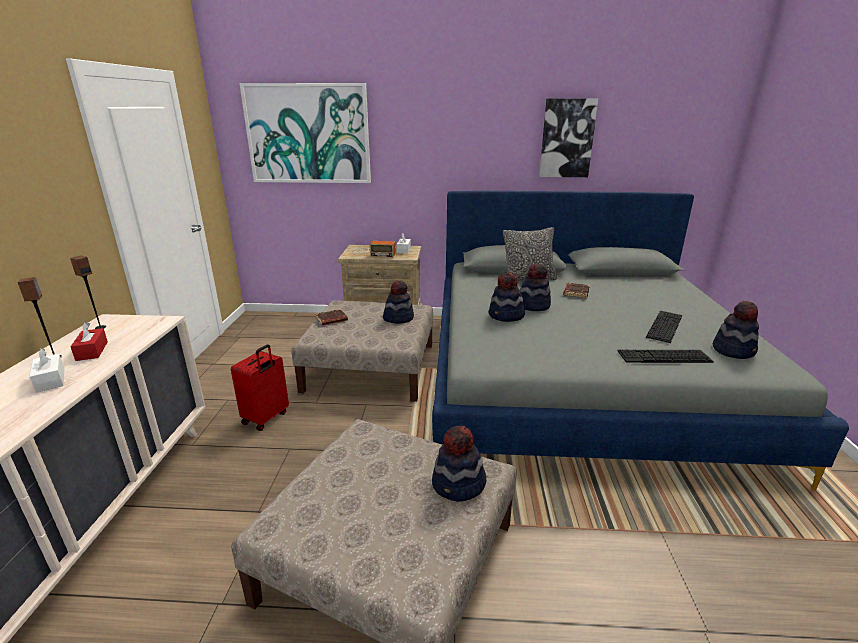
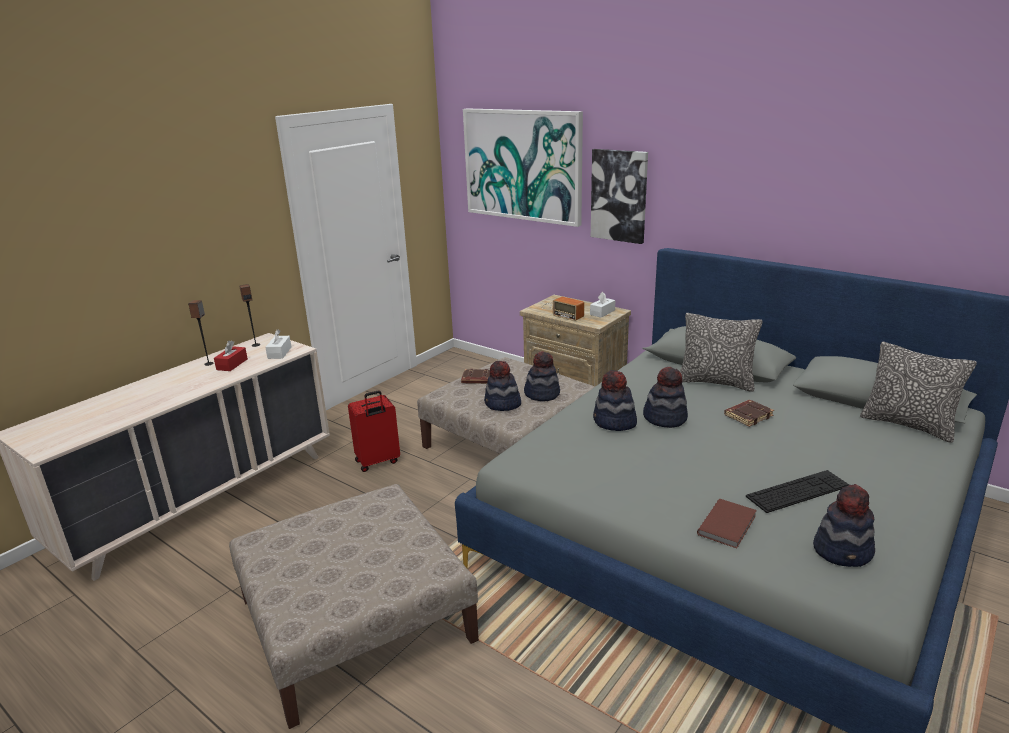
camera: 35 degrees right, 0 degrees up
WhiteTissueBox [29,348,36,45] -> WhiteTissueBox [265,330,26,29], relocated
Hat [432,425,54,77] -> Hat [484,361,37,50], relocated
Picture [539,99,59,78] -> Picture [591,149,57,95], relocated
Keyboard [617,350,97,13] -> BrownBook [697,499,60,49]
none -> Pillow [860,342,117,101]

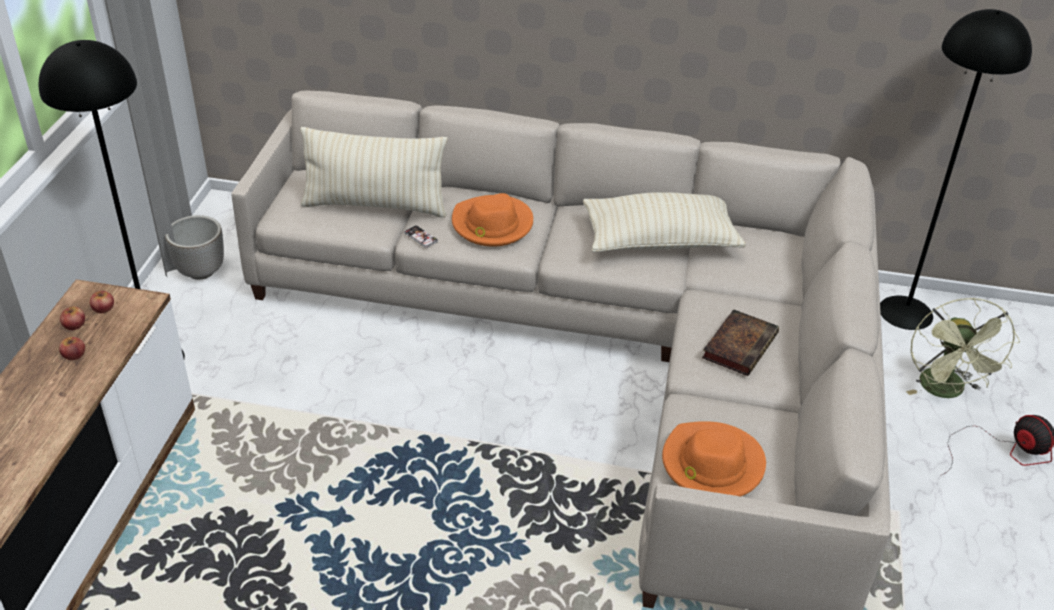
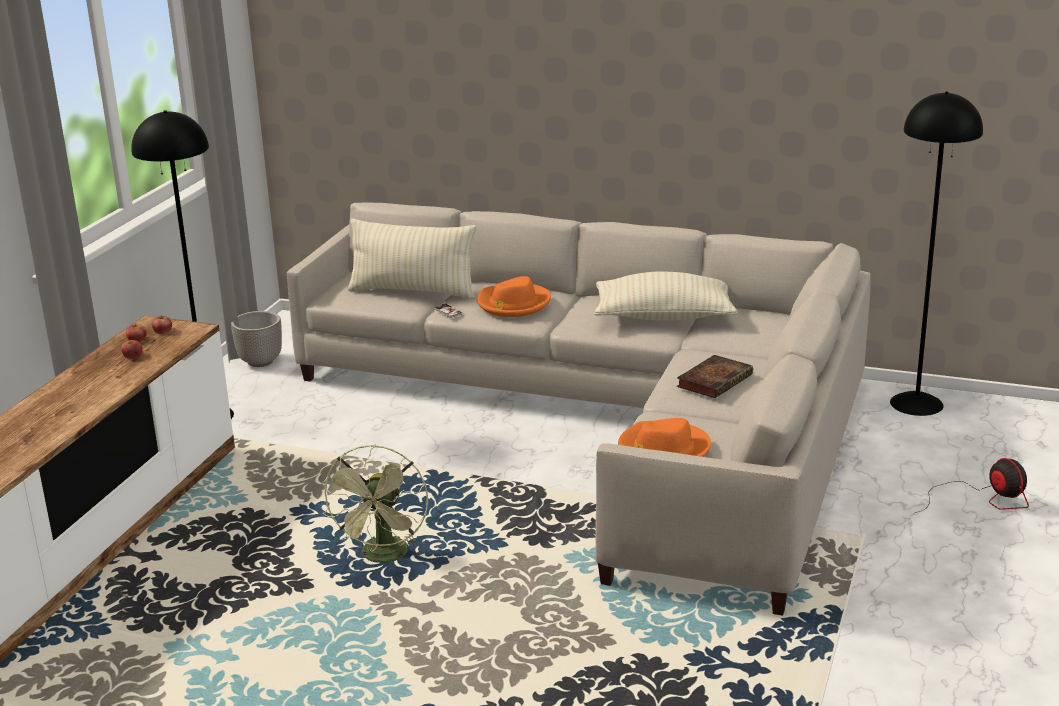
camera: 10 degrees right, 15 degrees down
GreenFan [906,298,114,100] -> GreenFan [322,444,106,119], relocated

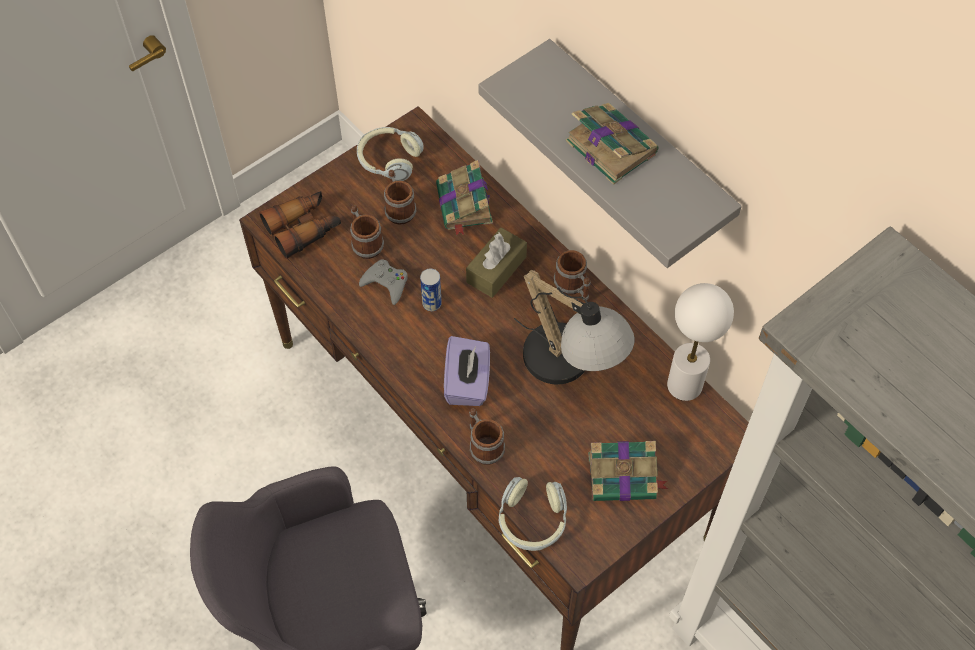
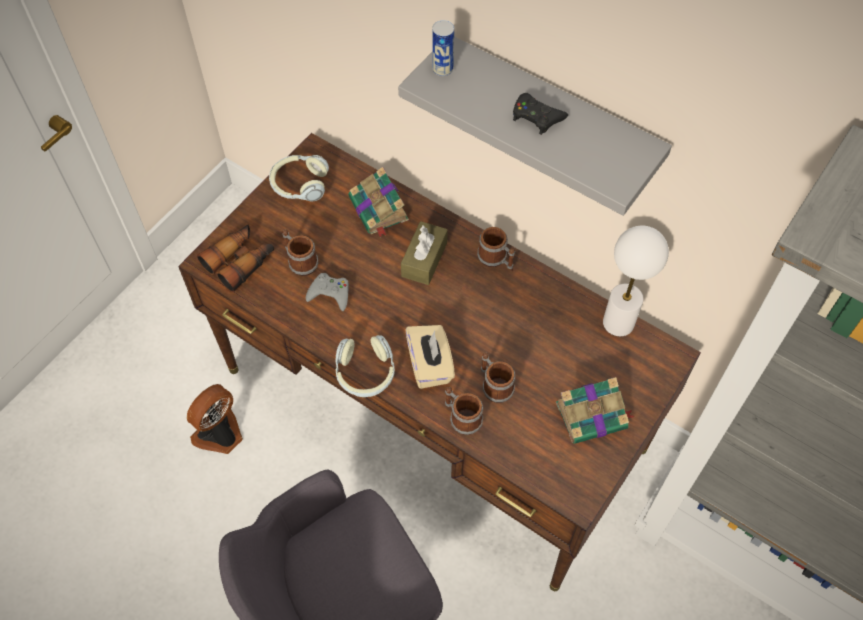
camera: 15 degrees left, 0 degrees up
none -> Fan [187,384,56,70]
Headphones [499,477,68,74] -> Headphones [335,335,60,62], relocated
PurpleTissueBox [444,336,46,70] -> BeigeTissueBox [405,325,50,64]
Can [420,268,22,43] -> Can [432,20,22,56], relocated
Mug [384,170,32,55] -> Mug [481,352,34,51], relocated
Book [566,103,93,82] -> BlackGameController [513,93,55,42]
TableLamp [514,270,121,115] -> none

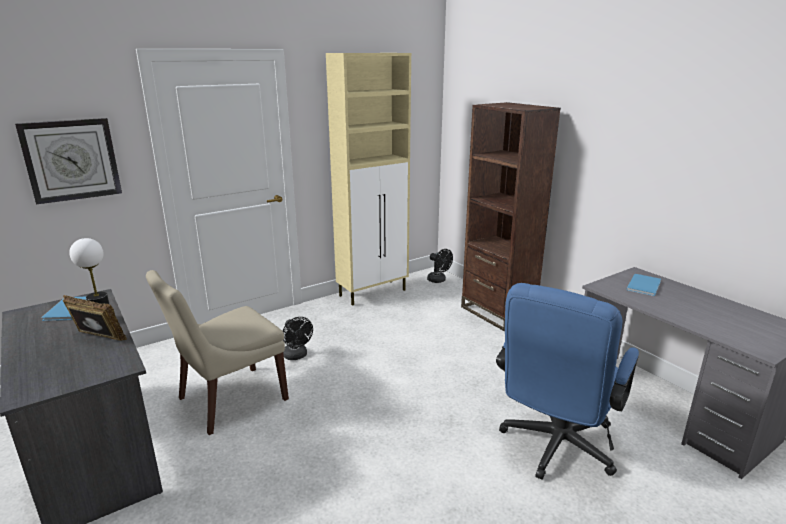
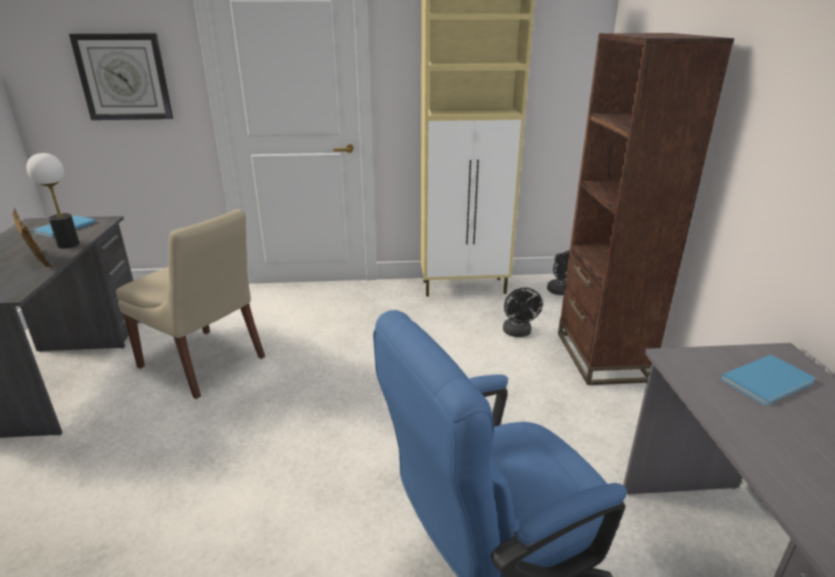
camera: 30 degrees right, 5 degrees up
BeigeChair [146,270,143,165] -> BeigeChair [116,209,149,190], 135 degrees counterclockwise
BlackFan [283,317,30,43] -> BlackFan [503,287,40,50], relocated

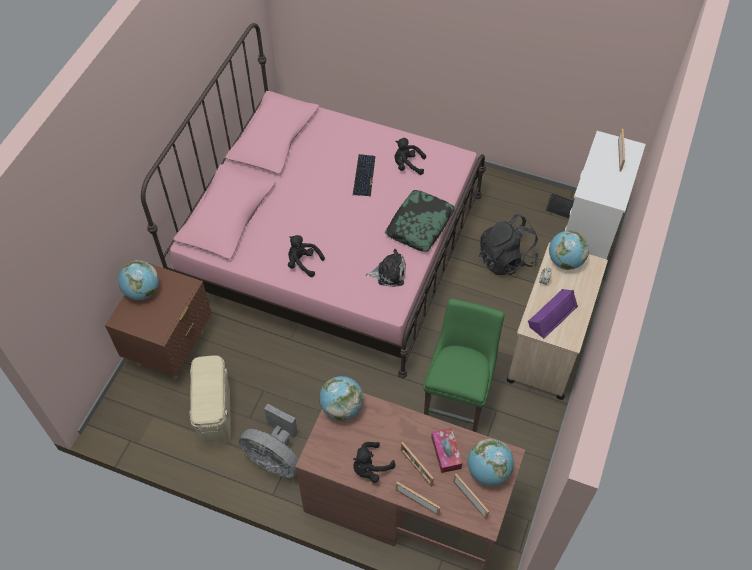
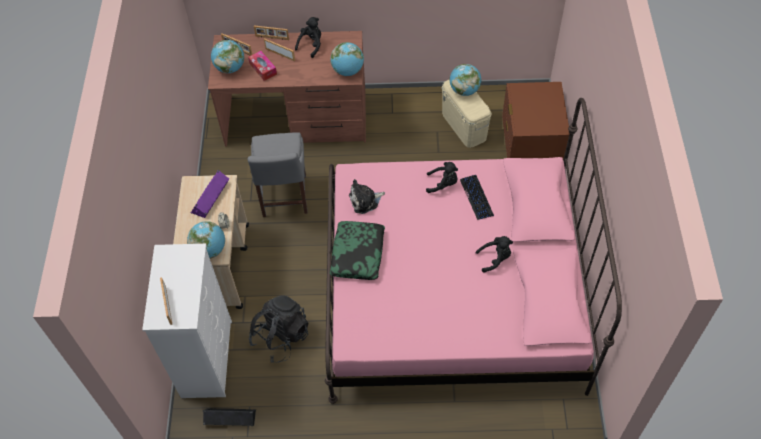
camera: 160 degrees right, 0 degrees up
GreenChair [424,299,80,133] -> GreyChair [248,132,60,85]
Globe [118,260,41,40] -> Globe [450,64,31,32], relocated
Keyboard [353,154,22,43] -> Keyboard [460,175,34,45], relocated
BlackPlushToy [394,138,32,37] -> BlackPlushToy [476,236,37,37], relocated
GreyFan [239,404,59,74] -> none

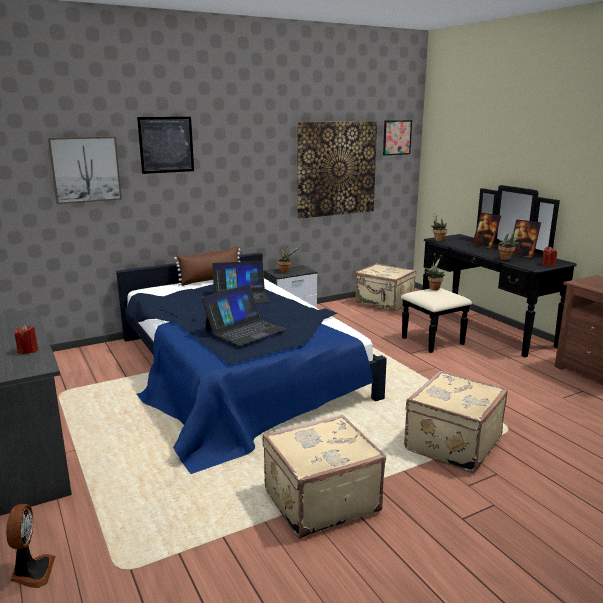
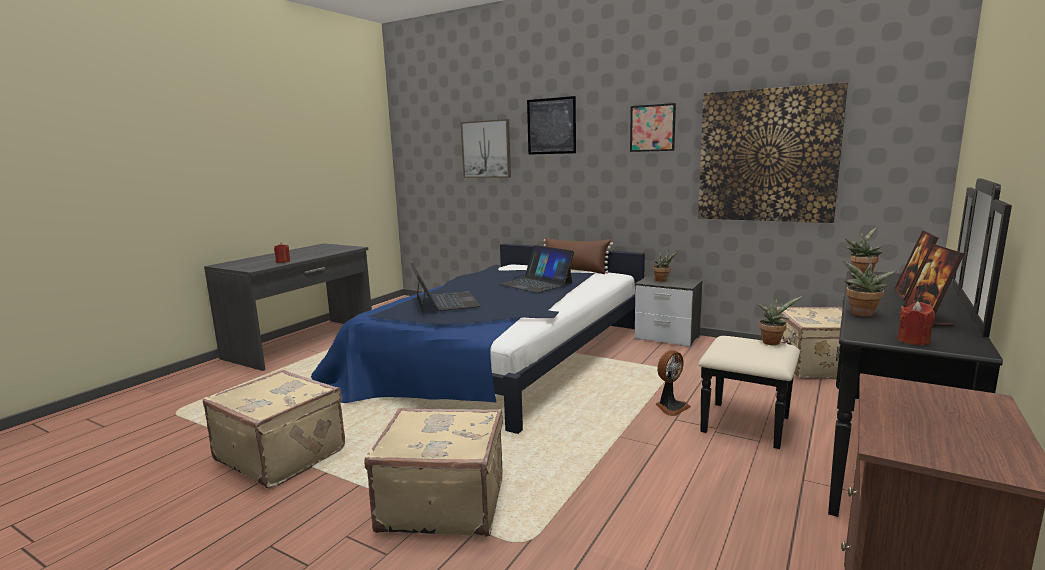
camera: 60 degrees right, 5 degrees down
Laptop [202,284,84,62] -> Laptop [410,263,71,49], 120 degrees counterclockwise
Picture [383,120,29,35] -> Picture [630,103,46,49], relocated
Fan [6,504,49,84] -> Fan [656,350,35,66], relocated

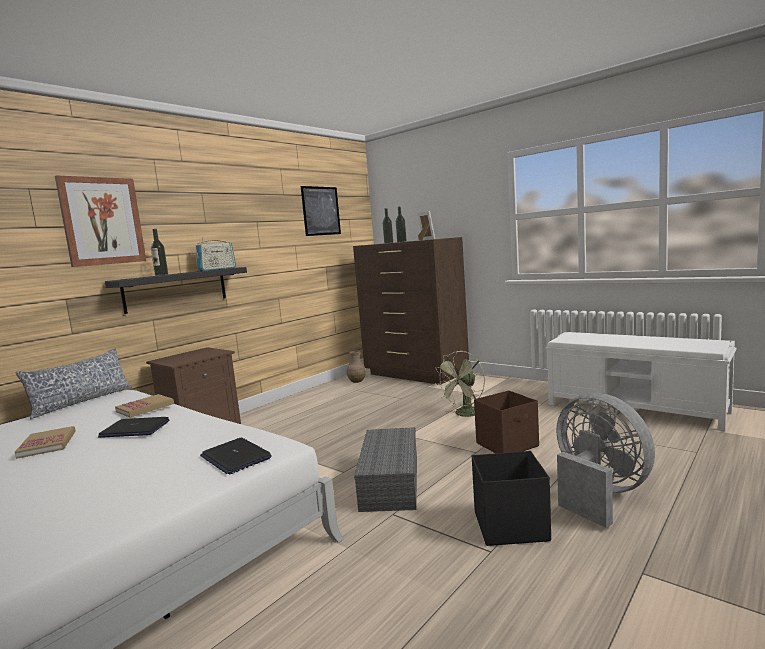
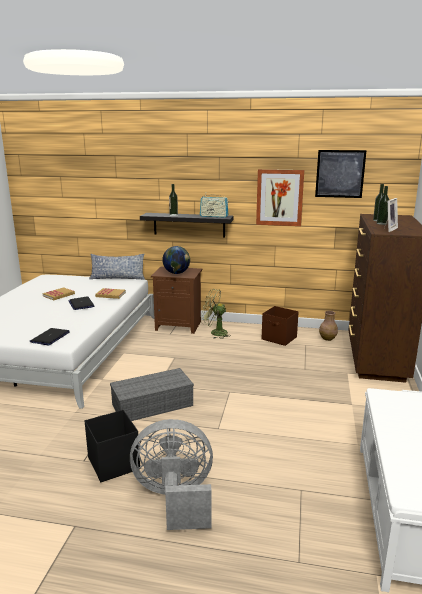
camera: 60 degrees right, 10 degrees up
GreyFan [556,393,99,135] -> GreyFan [130,419,83,111], 120 degrees counterclockwise
none -> Globe [162,246,28,28]
GreenFan [434,351,51,66] -> GreenFan [201,289,30,50], relocated
Picture [55,176,91,91] -> Picture [256,169,48,57], relocated
BrownStorageBox [474,390,65,63] -> BrownStorageBox [262,306,37,40], relocated

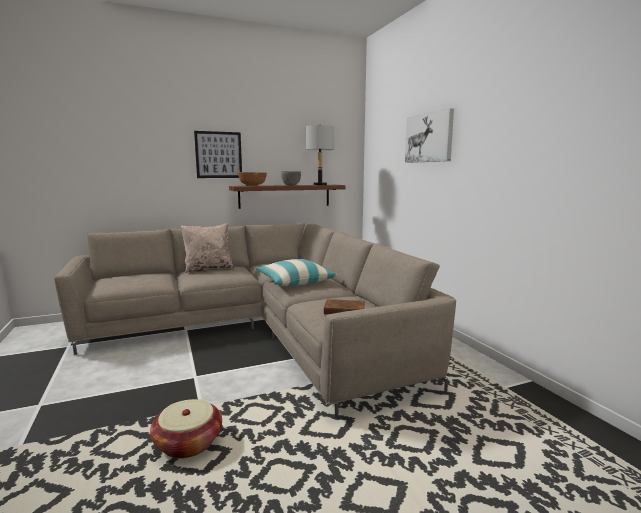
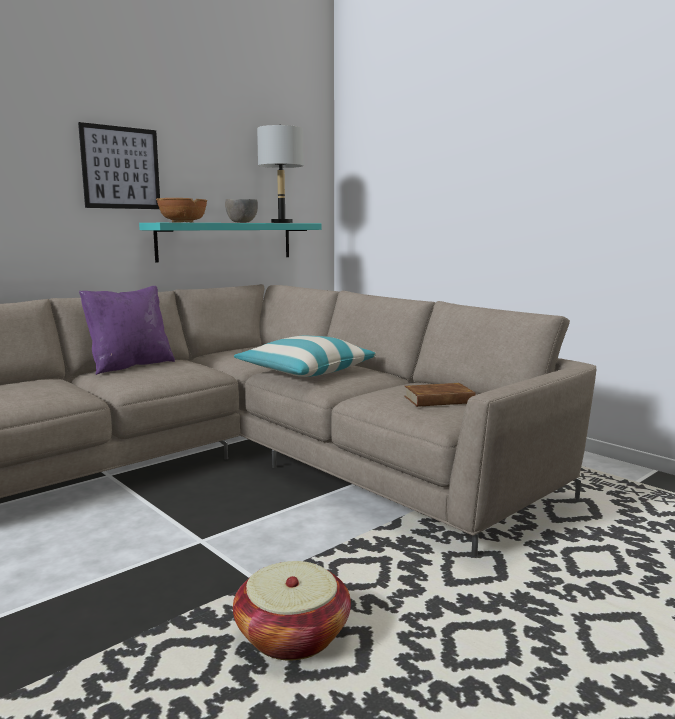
camera: 20 degrees left, 0 degrees up
BeigePillow [181,223,53,50] -> PurplePillow [79,286,96,89]
BrownShelf [229,185,117,24] -> TurquoiseShelf [139,223,183,40]
Picture [405,108,49,55] -> none

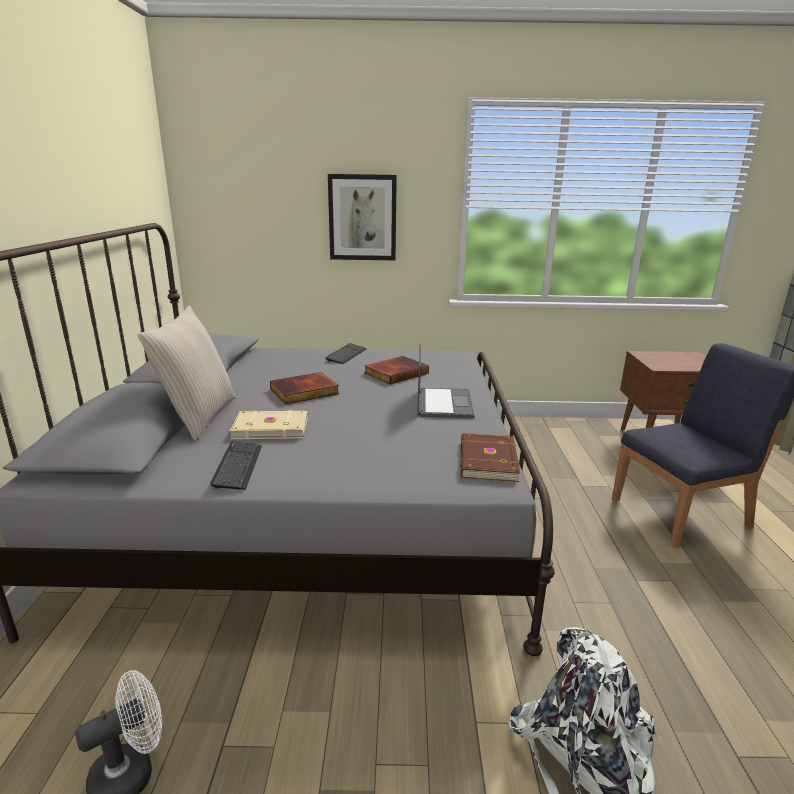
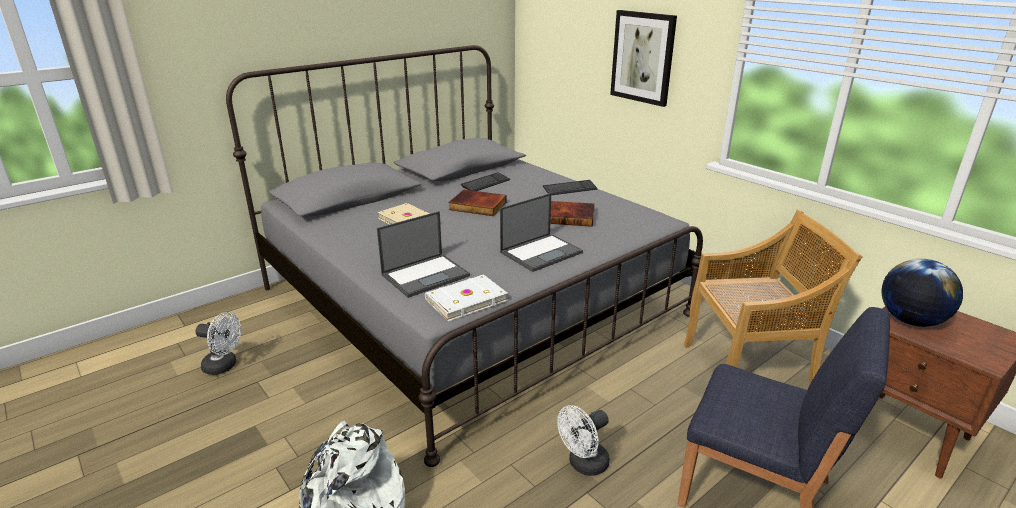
camera: 50 degrees right, 5 degrees up
none -> Laptop [377,211,93,87]
BrownBook [460,433,60,49] -> WhiteBook [425,274,83,47]
Keyboard [210,442,52,48] -> Keyboard [461,172,50,19], relocated
none -> WhiteFan [557,405,53,71]
none -> BeigeChair [684,209,179,177]
none -> Globe [881,259,82,68]
BeigePillow [137,306,99,135] -> none

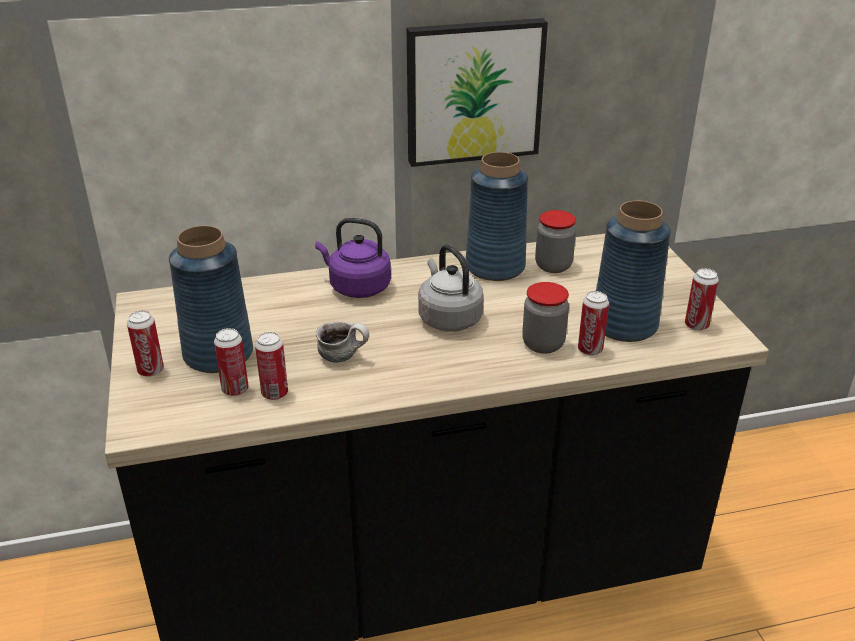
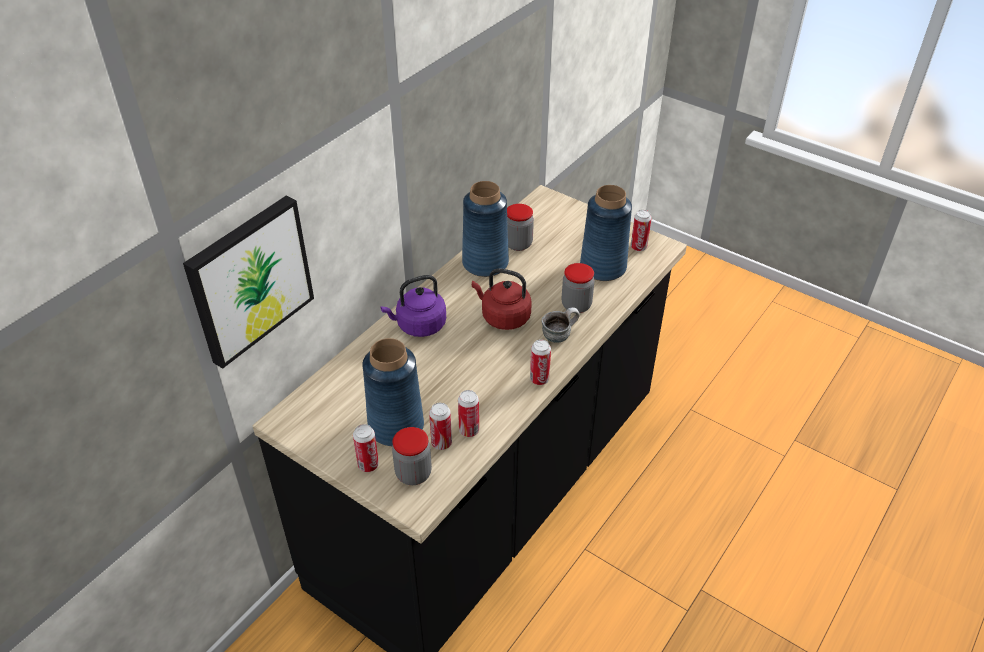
camera: 40 degrees left, 10 degrees up
Picture [407,18,141,149] -> Picture [183,196,131,173], relocated
none -> Jar [392,427,40,58]
GreyKettle [418,244,66,88] -> RedKettle [472,268,60,62]
Can [578,291,31,65] -> Can [530,339,21,46], relocated
Mug [316,322,53,41] -> Mug [542,307,38,35], relocated

